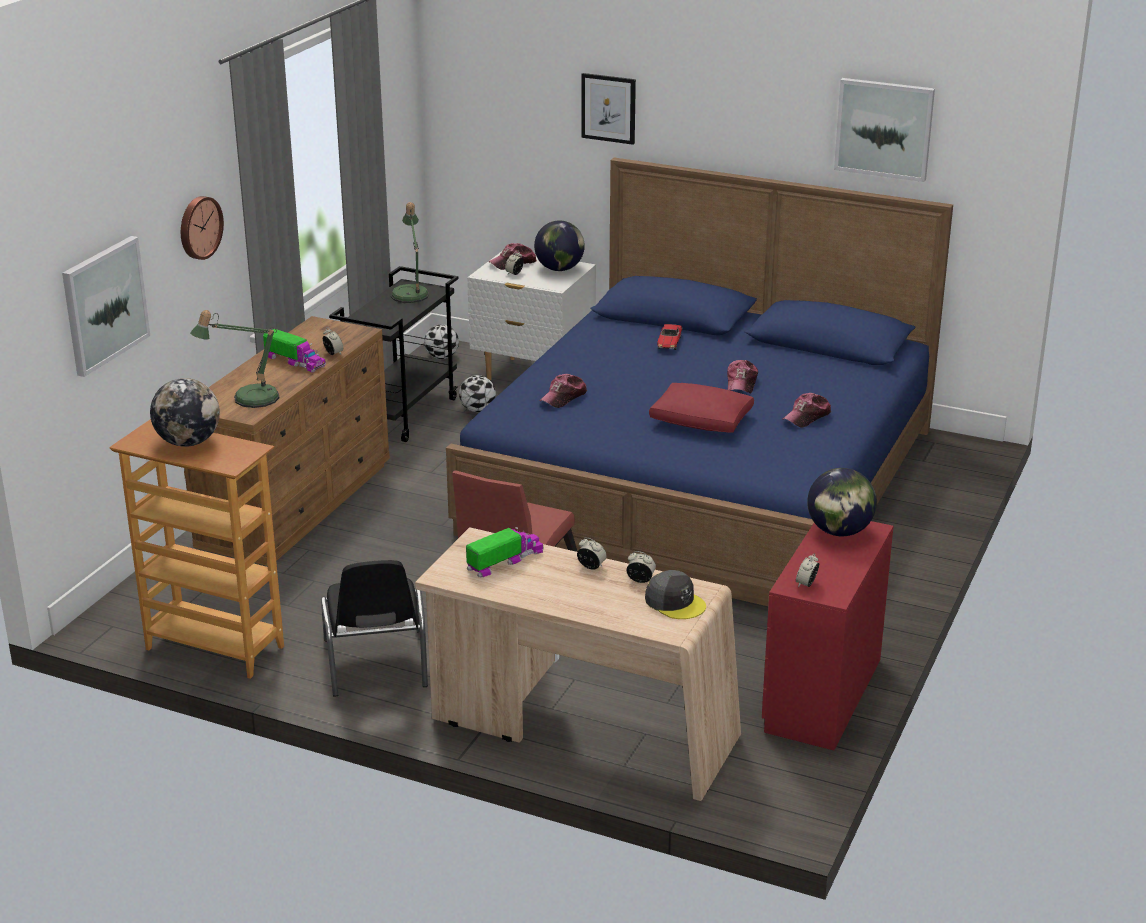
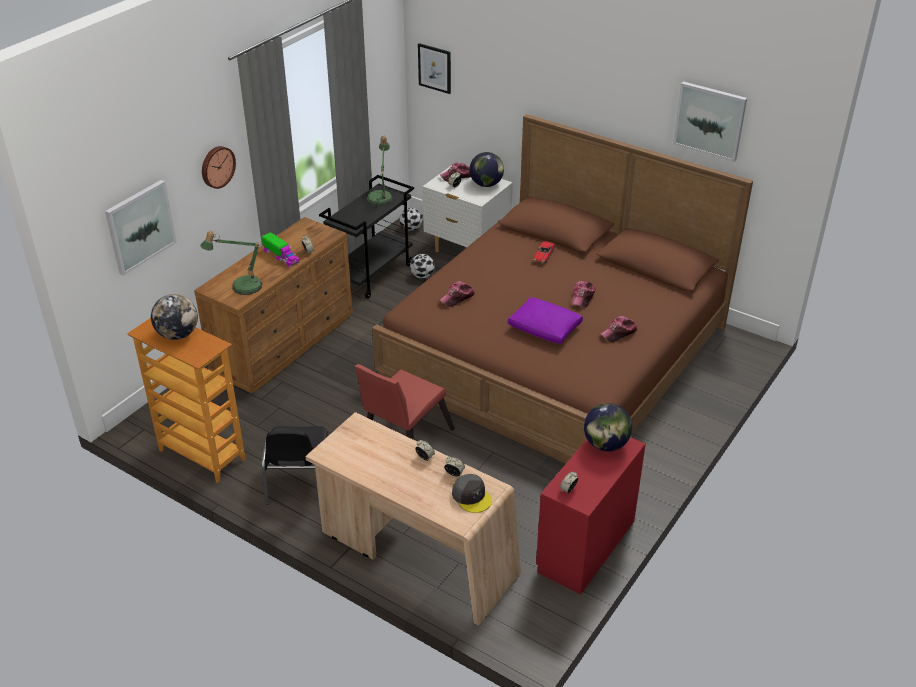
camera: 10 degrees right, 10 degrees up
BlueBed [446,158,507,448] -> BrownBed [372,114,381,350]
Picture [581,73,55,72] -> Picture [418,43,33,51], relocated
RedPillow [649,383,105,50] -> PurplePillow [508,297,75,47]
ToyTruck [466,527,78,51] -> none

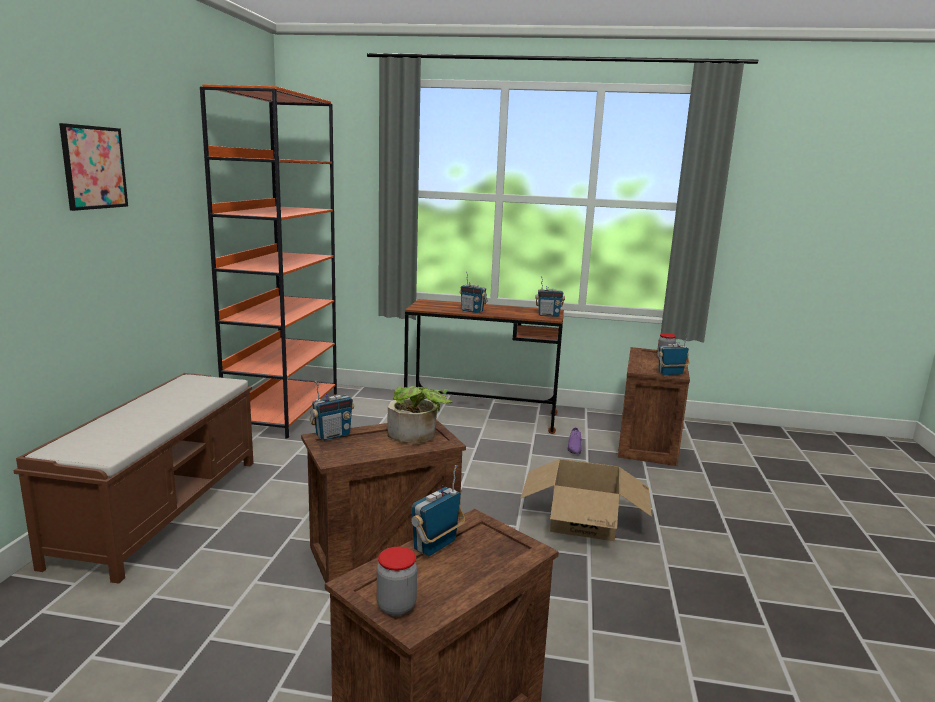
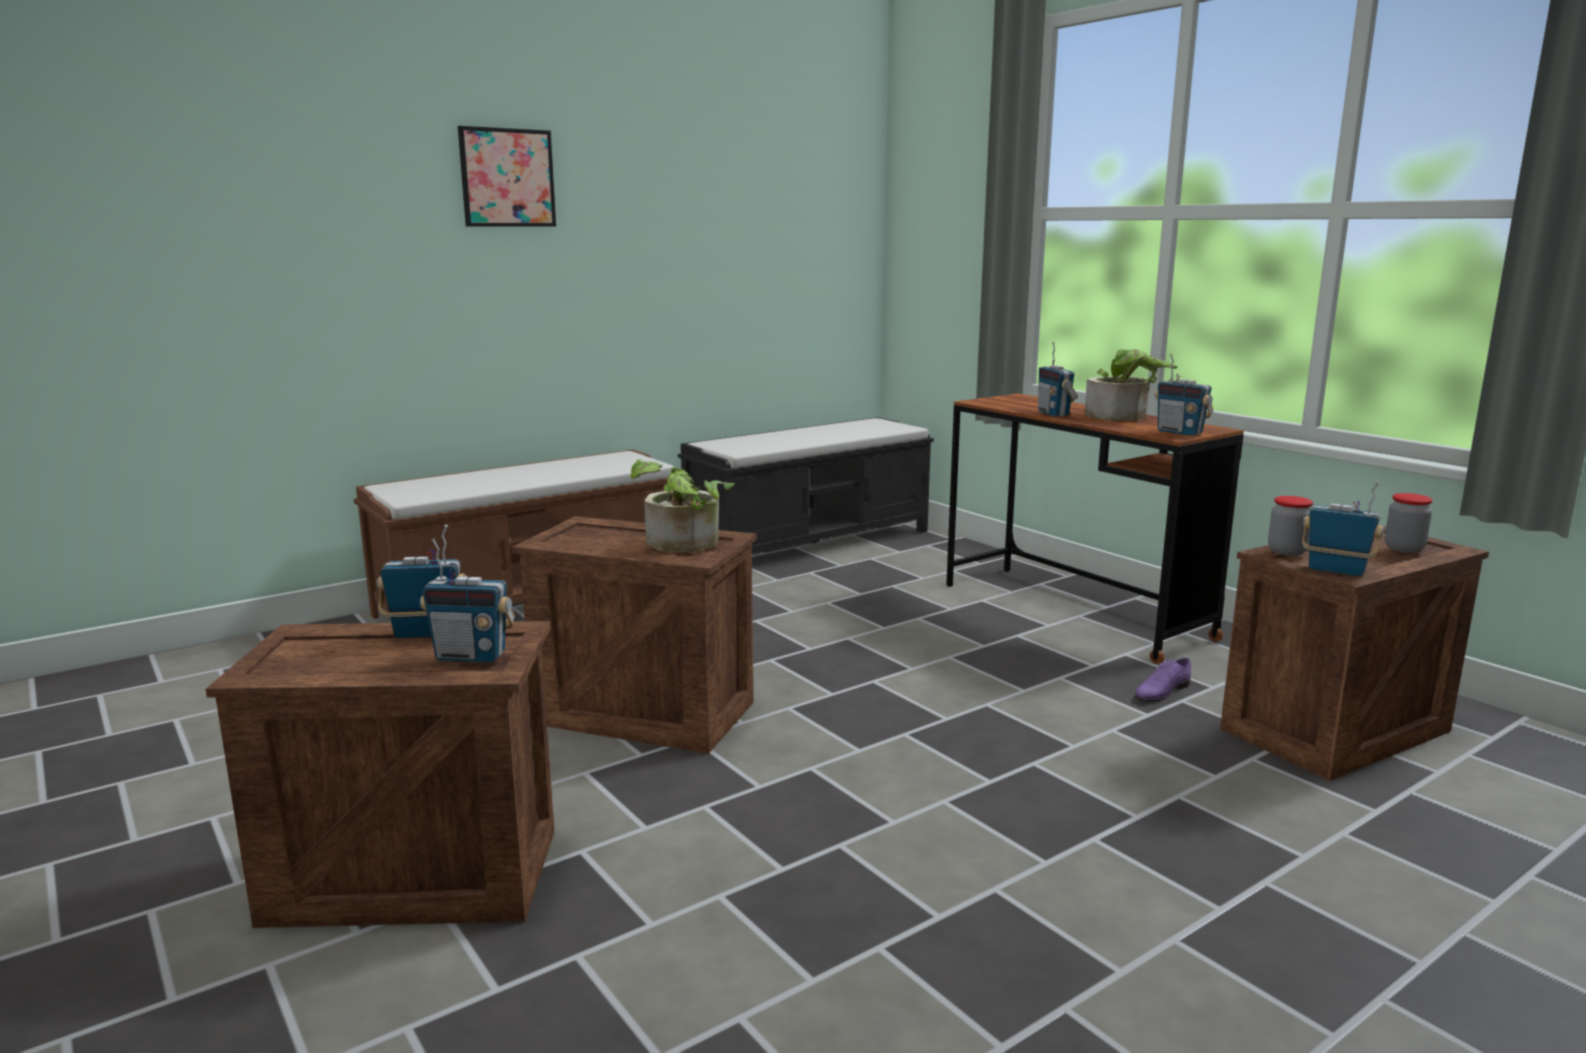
camera: 45 degrees right, 0 degrees up
Radio [309,380,45,61] -> Radio [420,538,95,125], relocated
OrangeBookcase [200,84,137,355] -> BlackBench [678,417,256,137]
none -> PottedPlant [1085,349,93,72]
Jar [377,547,40,69] -> Jar [1268,496,45,60], relocated
CardboardBox [521,459,131,82] -> none

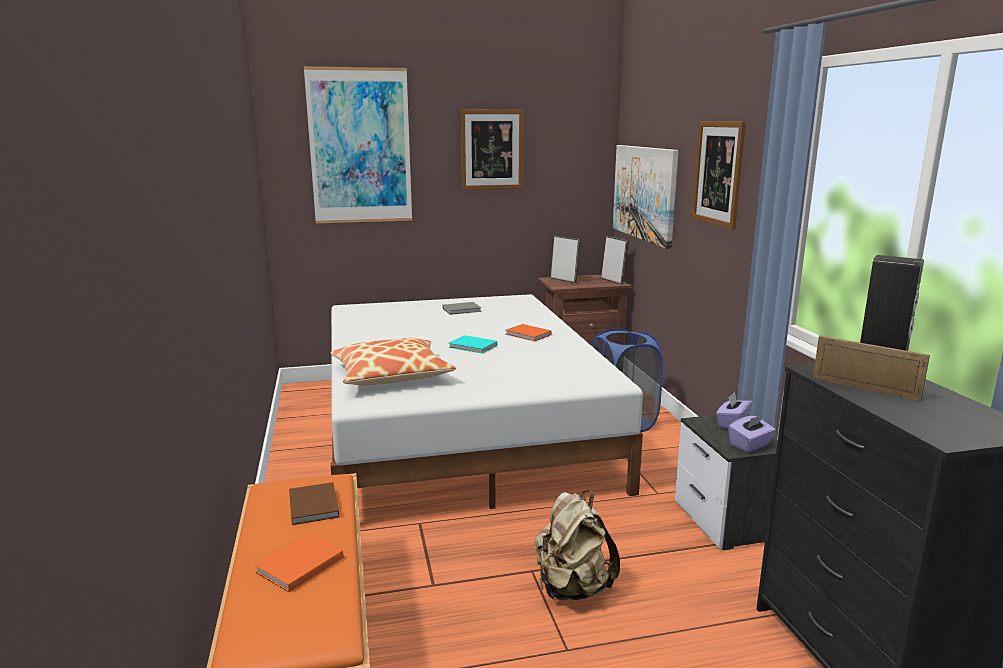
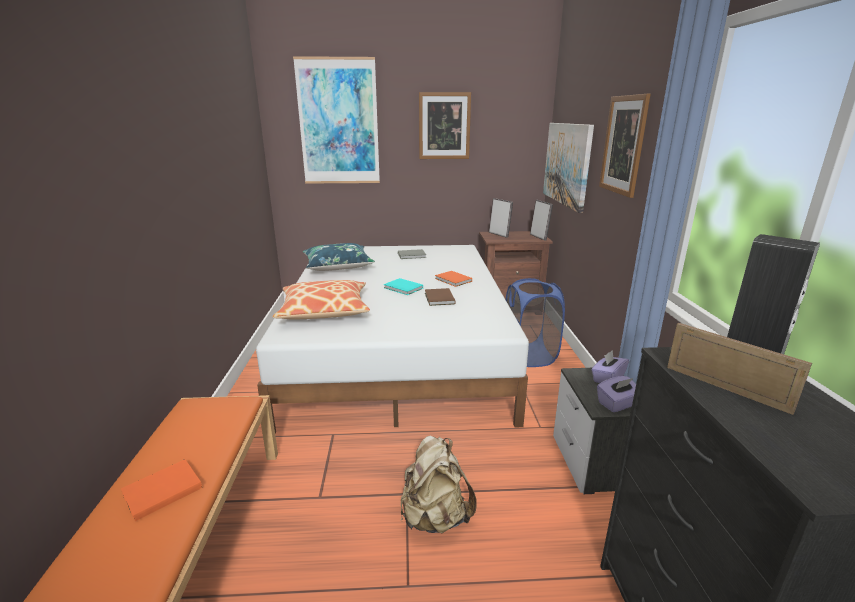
camera: 10 degrees right, 5 degrees up
none -> BluePillow [303,243,72,28]
BrownBook [289,482,50,43] -> BrownBook [425,288,30,18], relocated

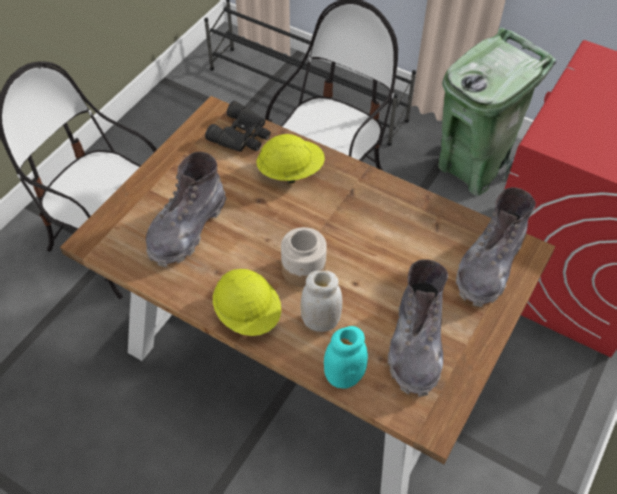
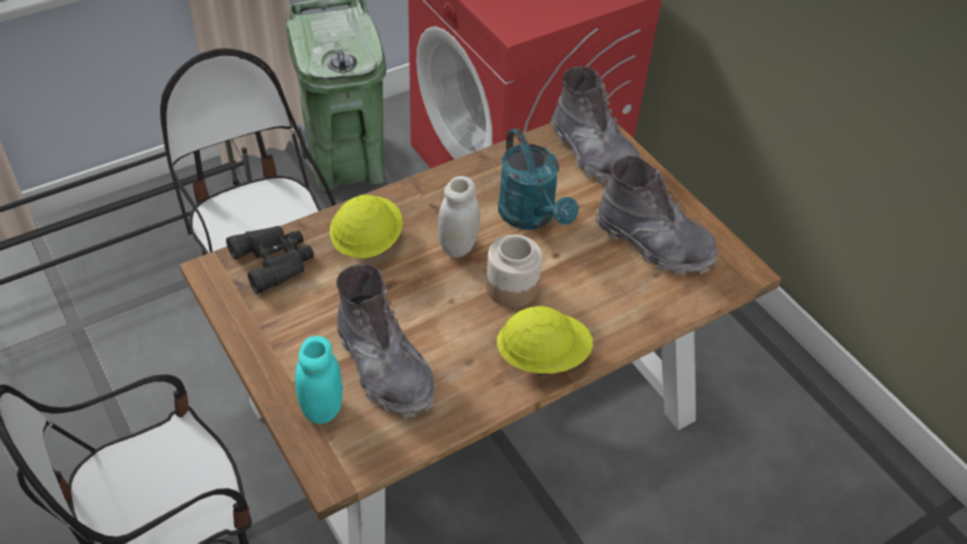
camera: 65 degrees left, 5 degrees down
TurquoiseJar [324,326,44,63] -> TurquoiseJar [295,336,48,88], relocated
WhiteJar [300,271,42,61] -> WhiteJar [438,176,42,82], relocated
none -> TurquoiseWateringCan [498,128,81,102]

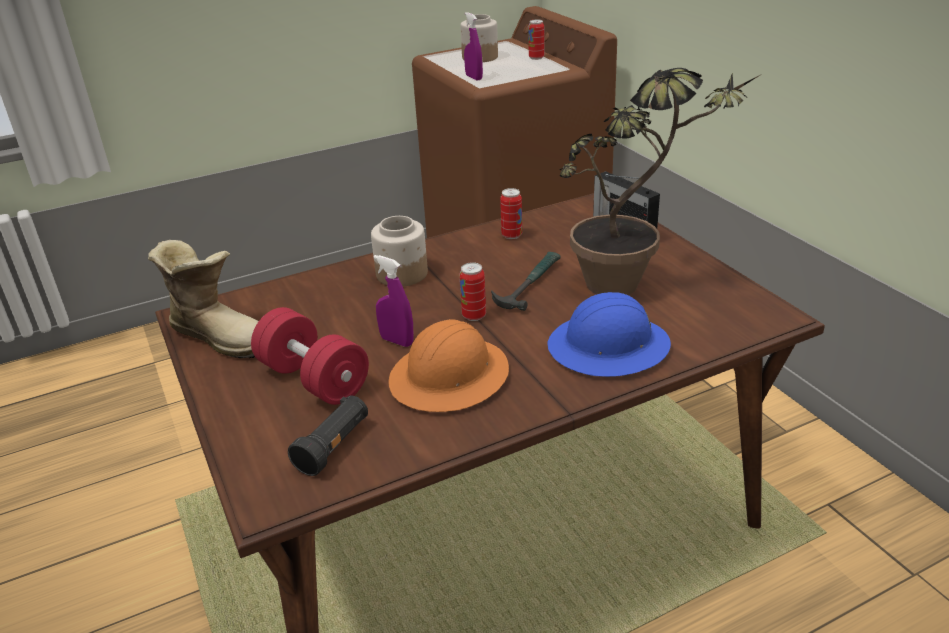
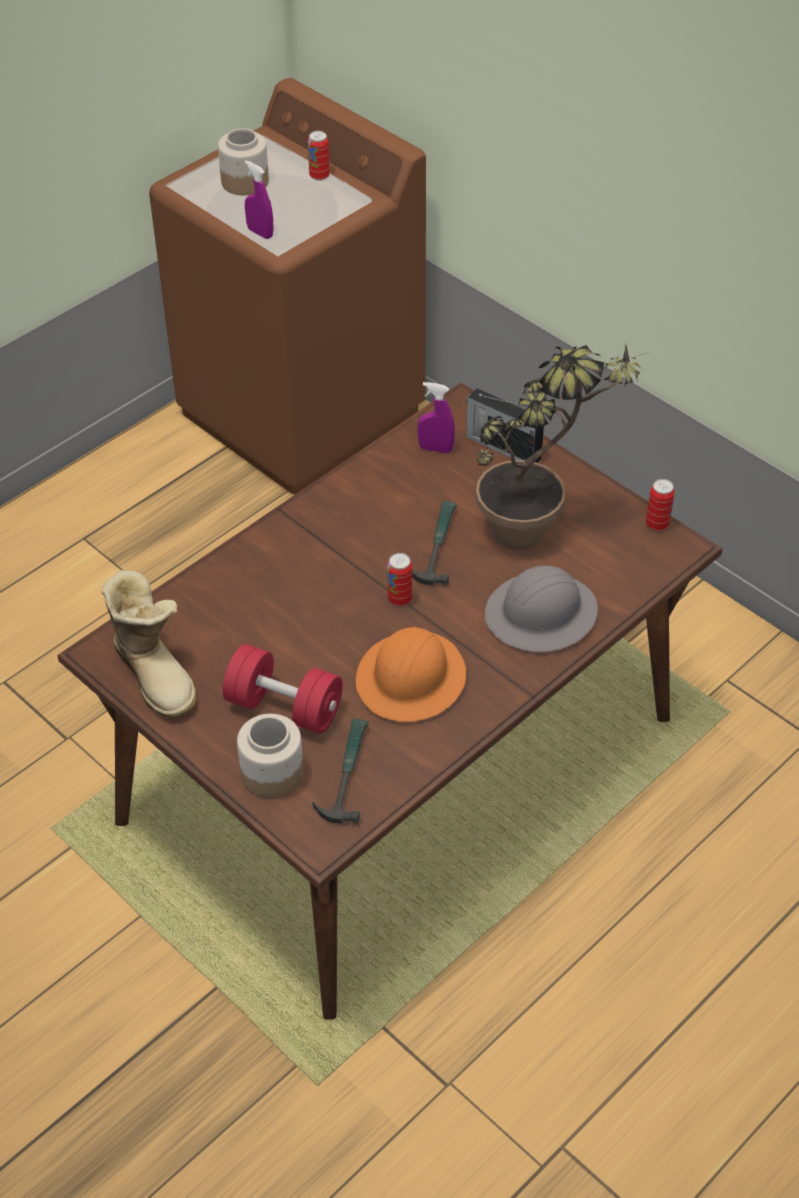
camera: 20 degrees left, 15 degrees up
Boot [148,240,111,118] -> Boot [101,570,95,149], 45 degrees clockwise
Jar [371,216,57,71] -> Jar [237,714,66,85], relocated
BlackFlashlight [288,396,80,80] -> Hammer [312,719,57,105]
PurpleSprayBottle [373,255,40,92] -> PurpleSprayBottle [417,382,38,71], relocated
BlueHardHat [547,292,124,85] -> GreyHardHat [485,566,113,86]
Can [500,188,22,51] -> Can [646,479,29,52], relocated

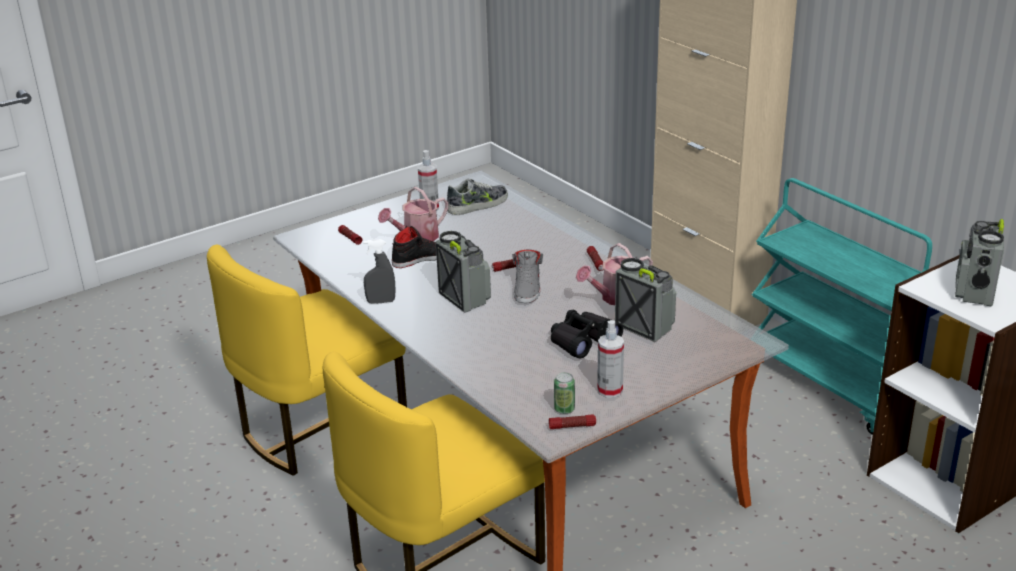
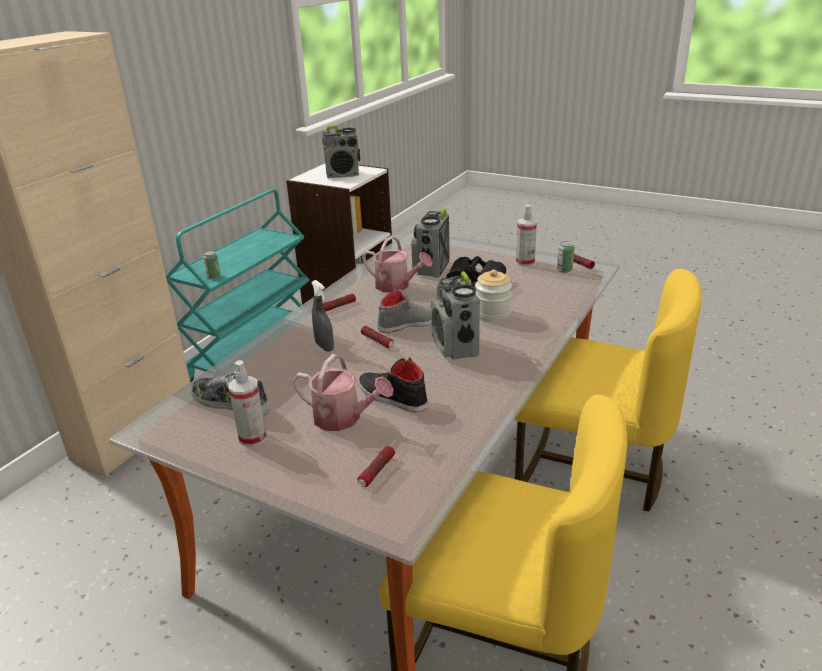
camera: 115 degrees left, 0 degrees up
none -> Can [203,251,18,28]
GreySprayBottle [364,239,31,65] -> GreySprayBottle [311,280,23,72], relocated
Radio [436,231,55,82] -> Radio [431,271,49,89], 45 degrees counterclockwise
none -> Jar [475,269,37,53]

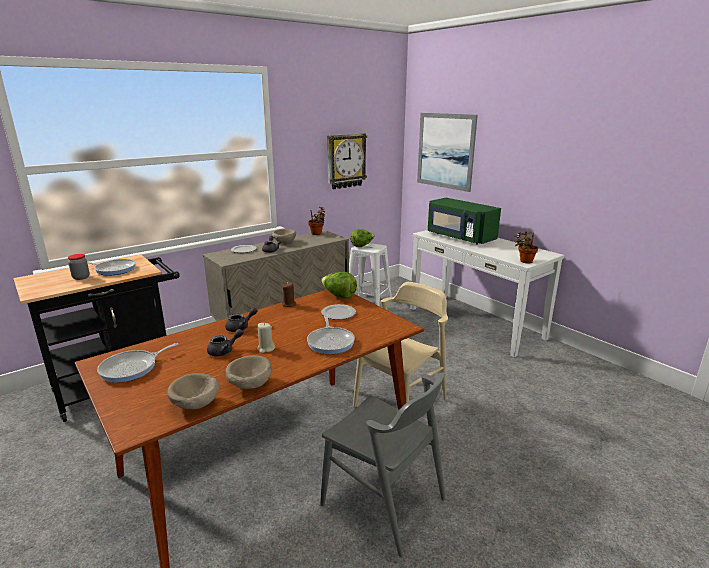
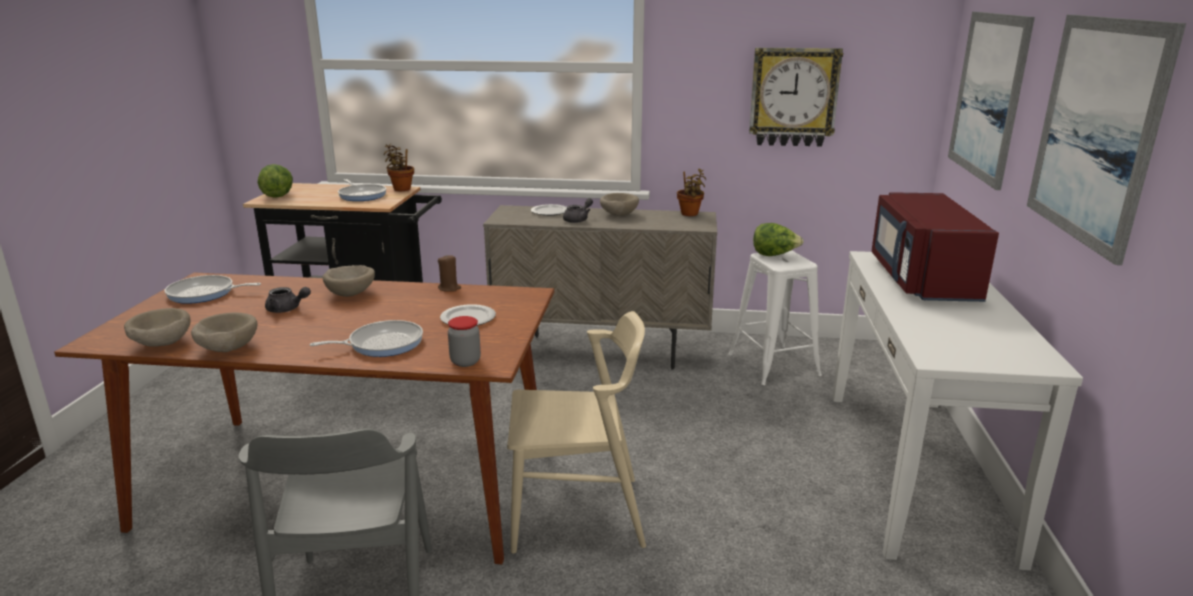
camera: 45 degrees right, 0 degrees up
Lettuce [321,272,36,26] -> Lettuce [258,164,35,34], relocated
FryingPan [307,316,48,38] -> FryingPan [310,320,113,37], 150 degrees counterclockwise
GreyTeapot [225,307,33,25] -> BeigeBowl [323,265,52,32]
PottedPlant [514,231,24,32] -> PottedPlant [383,144,31,47], relocated
Jar [68,254,22,26] -> Jar [448,316,33,51], relocated
GreenMicrowave [428,198,73,47] -> RedMicrowave [872,192,127,110]
none -> Picture [1027,15,159,250]
BeigeCandle [257,323,18,30] -> none

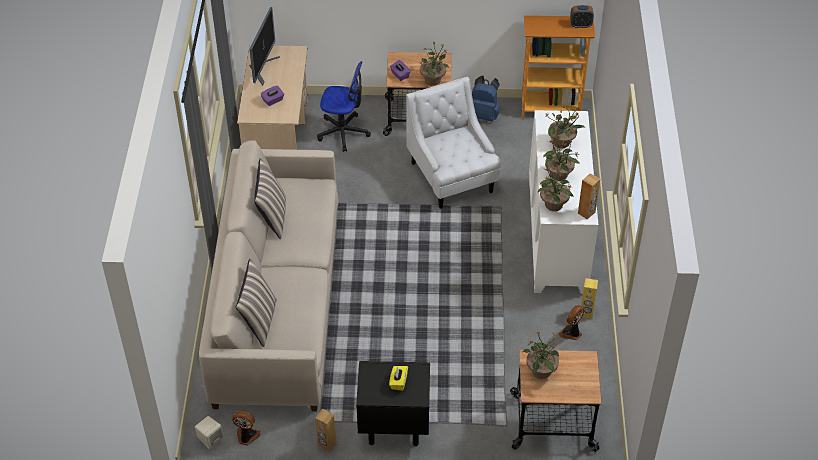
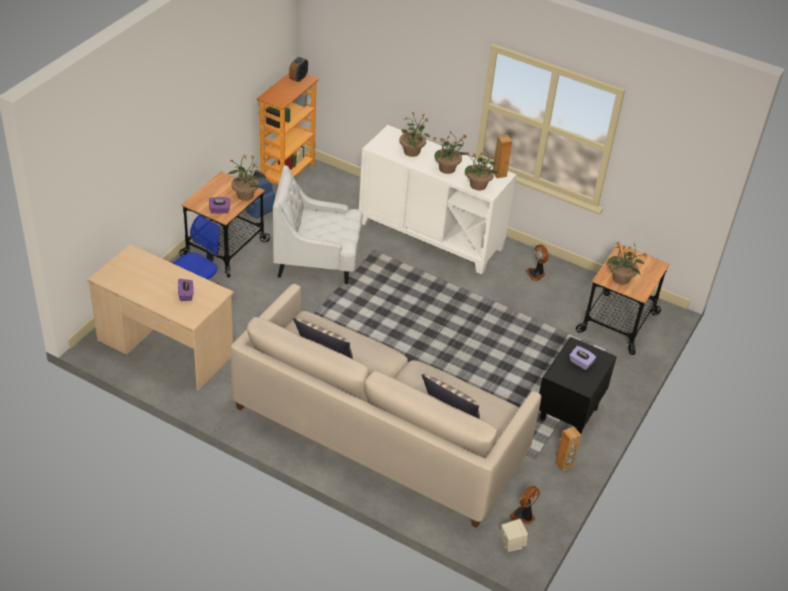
camera: 65 degrees left, 5 degrees down
YellowTissueBox [389,366,19,25] -> PurpleTissueBox [569,346,27,24]
Monitor [249,7,31,79] -> none
YellowSpeaker [581,278,17,41] -> none

